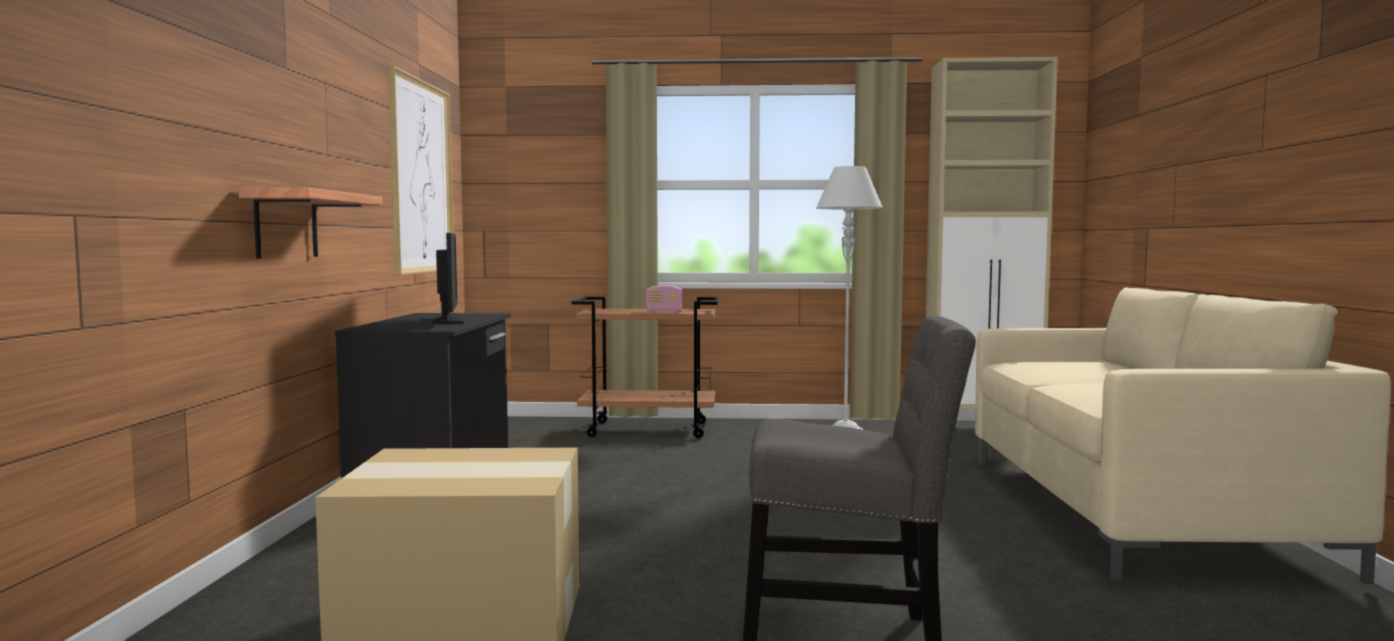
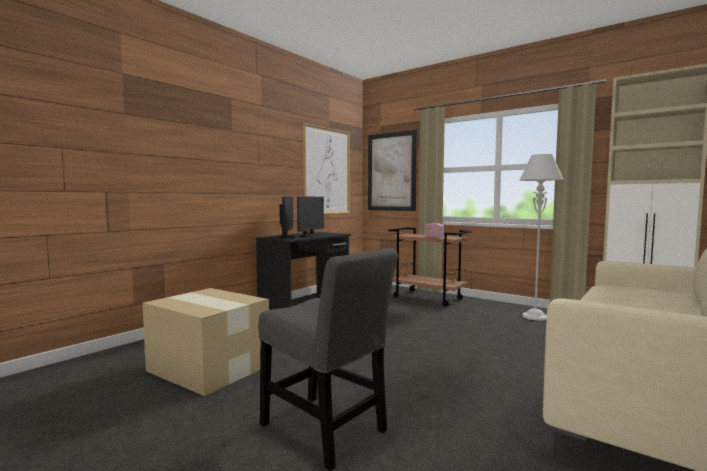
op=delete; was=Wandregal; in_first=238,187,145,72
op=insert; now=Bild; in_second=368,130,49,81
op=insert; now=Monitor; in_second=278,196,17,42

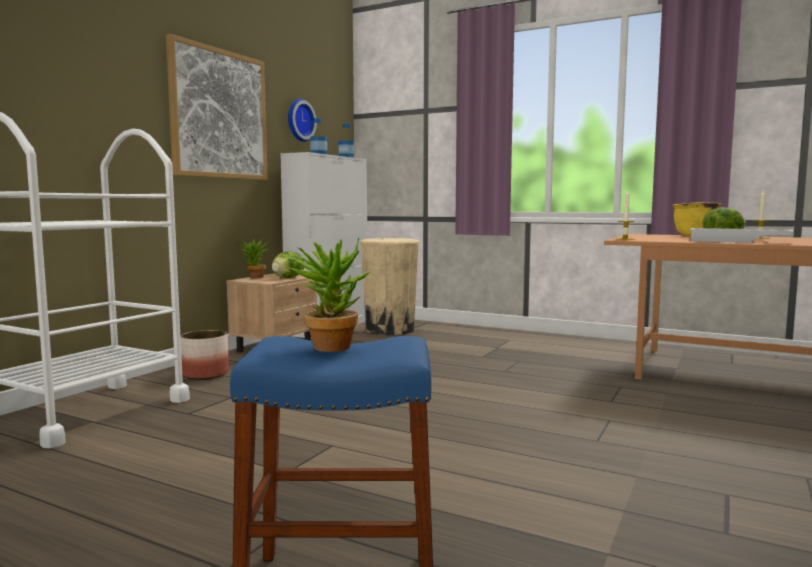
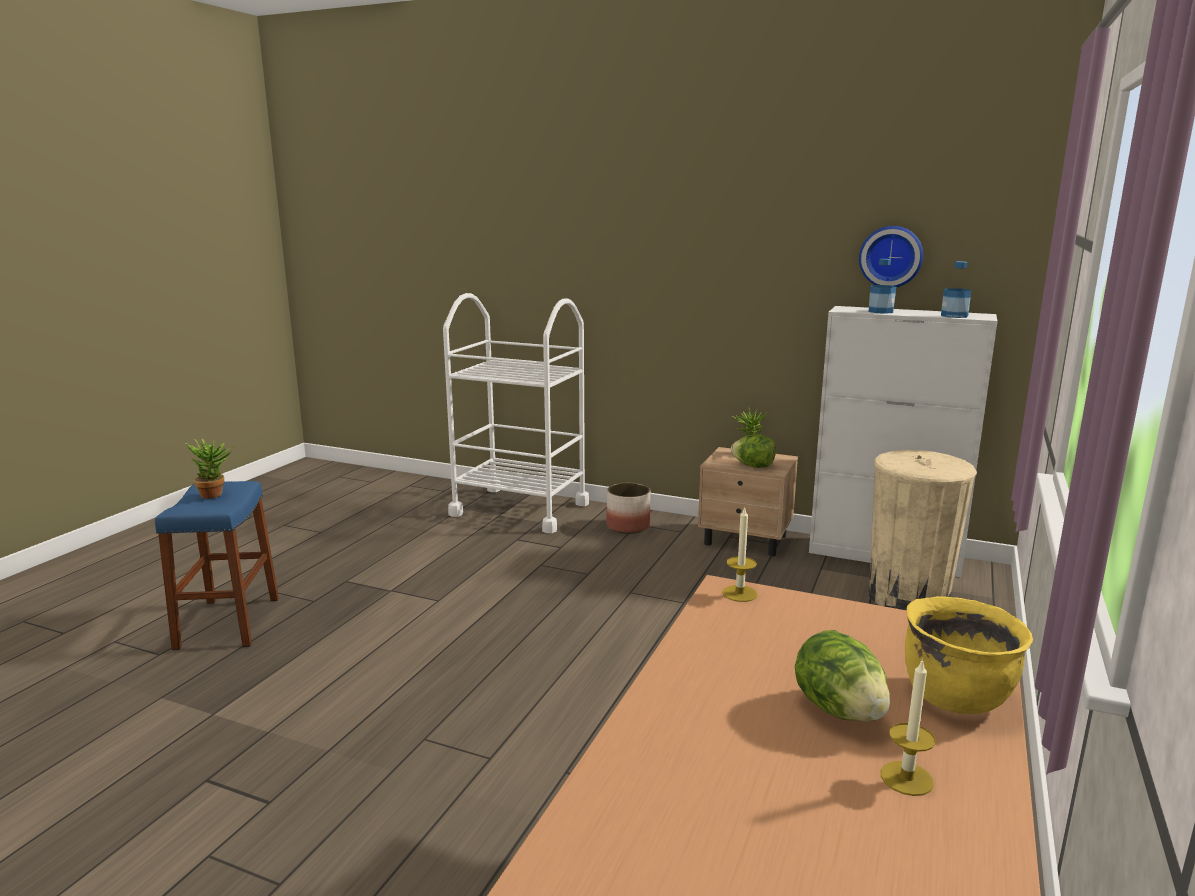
op=delete; was=Bild; in_first=166,34,102,146
op=delete; was=Tablett [weiß]; in_first=689,228,104,15

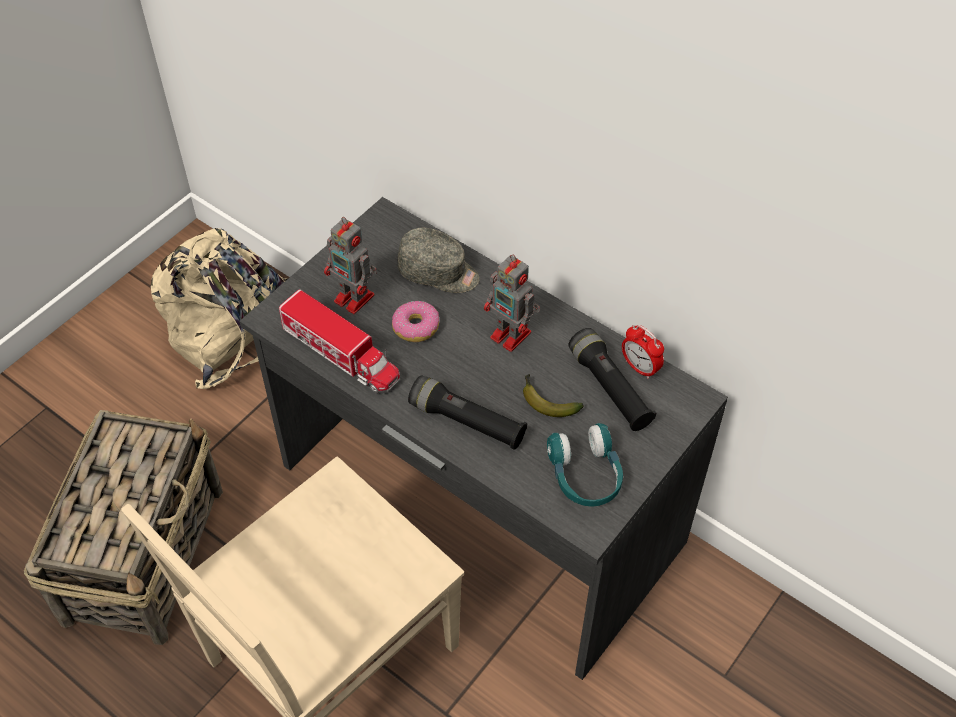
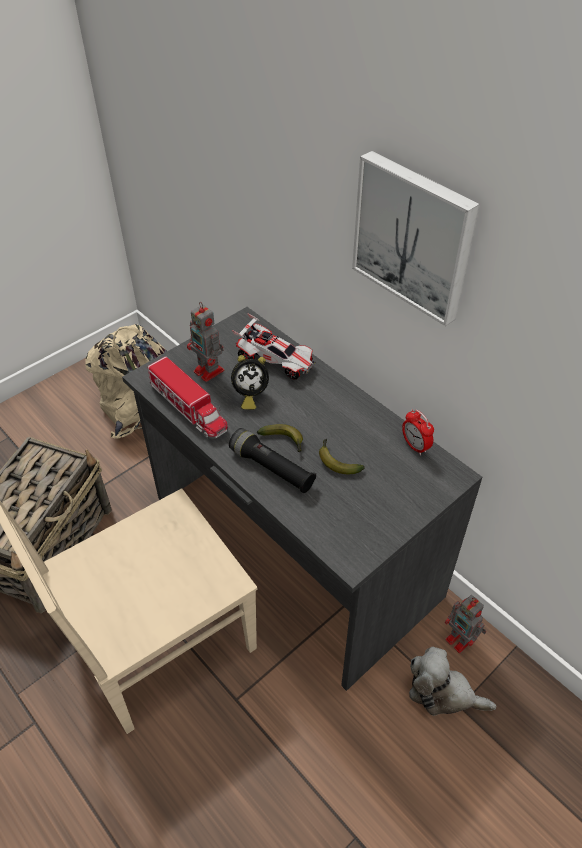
op=replace; was=Kappe [grau]; now=Spielzeugauto; in_first=398,228,82,65; in_second=232,313,84,67
op=move; was=Spielzeugroboter; in_first=484,255,56,97; in_second=445,595,42,58
op=replace; was=Donut; now=Wecker; in_first=392,301,47,41; in_second=231,355,38,55
op=delete; was=Taschenlampe [schwarz]; in_first=569,328,87,103
op=delete; was=Kopfhörer [türkis]; in_first=547,423,76,84
op=insert; now=Bild; in_second=352,151,128,175
op=insert; now=Banane; in_second=257,424,46,28
op=insert; now=Plüschtier; in_second=409,647,87,69

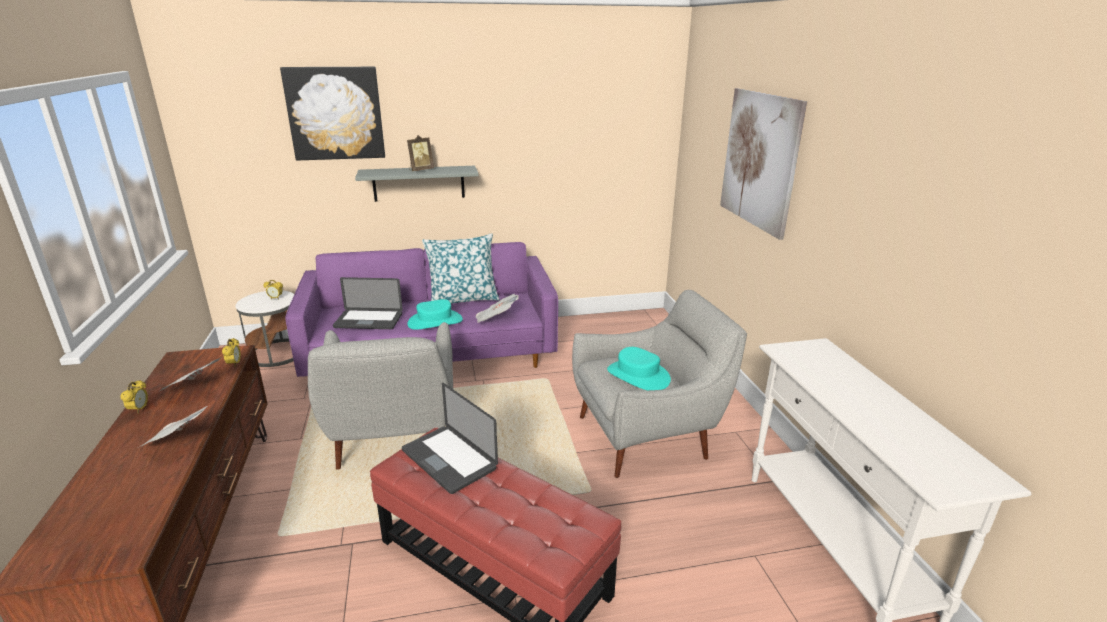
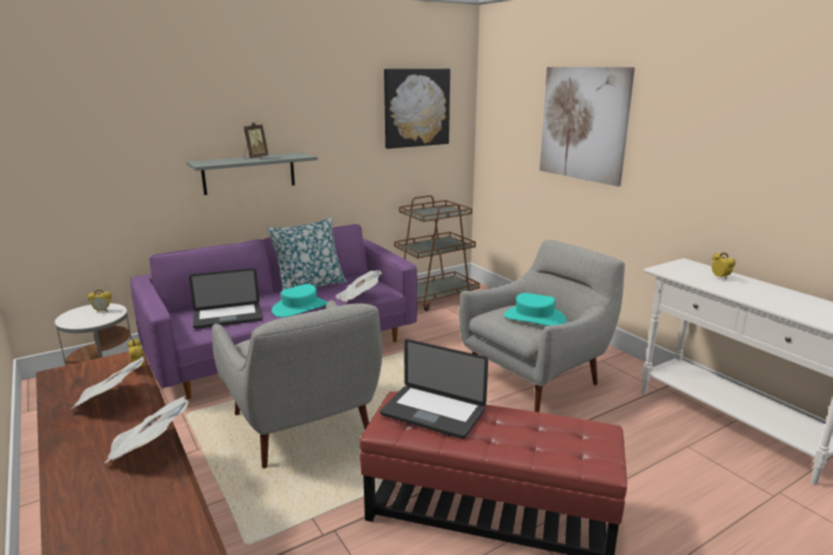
op=move; was=Bild; in_first=280,67,105,93; in_second=384,69,66,80
op=move; was=Wecker; in_first=121,380,27,34; in_second=712,252,24,28
op=insert; now=Rollwagen [braun]; in_second=394,195,86,116

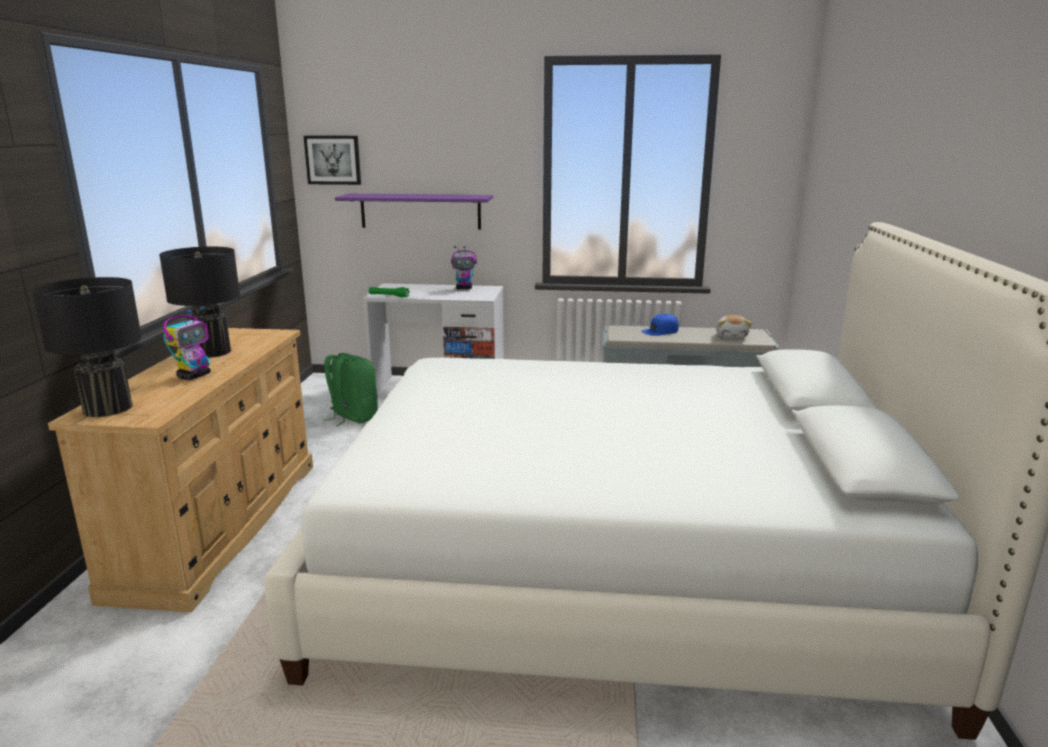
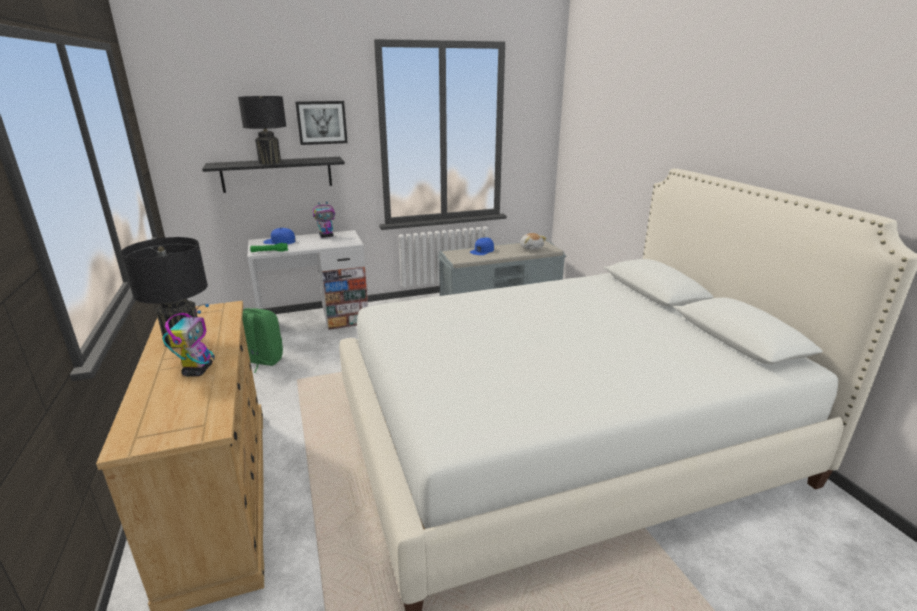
op=move; was=Bild; in_first=304,136,57,49; in_second=295,101,53,44
op=recolor; was=Wandregal [lila]; now=Wandregal [schwarz]; in_first=335,194,158,35; in_second=202,157,143,36
op=move; was=Tischlampe [schwarz]; in_first=32,277,110,140; in_second=238,96,48,68
op=insert; now=Kappe [blau]; in_second=263,228,33,16

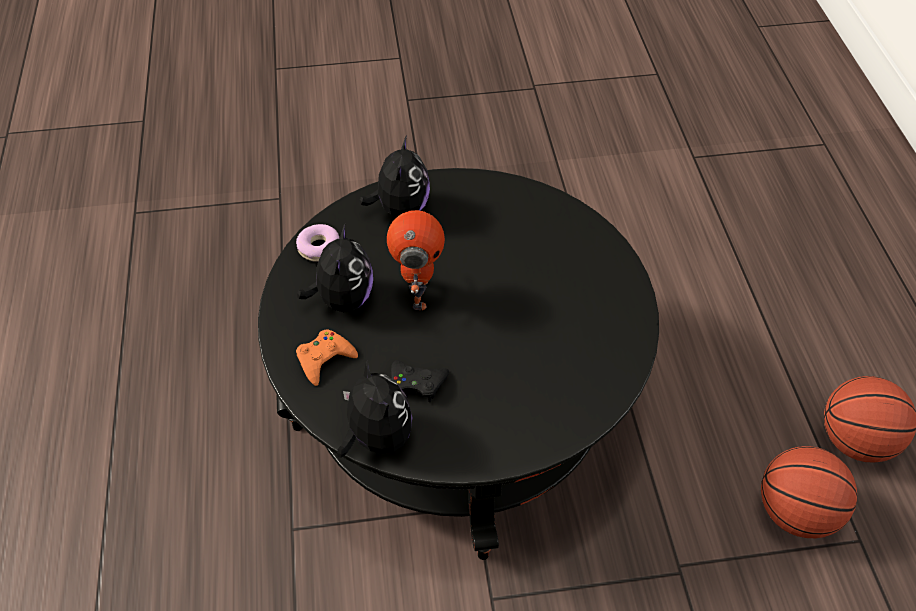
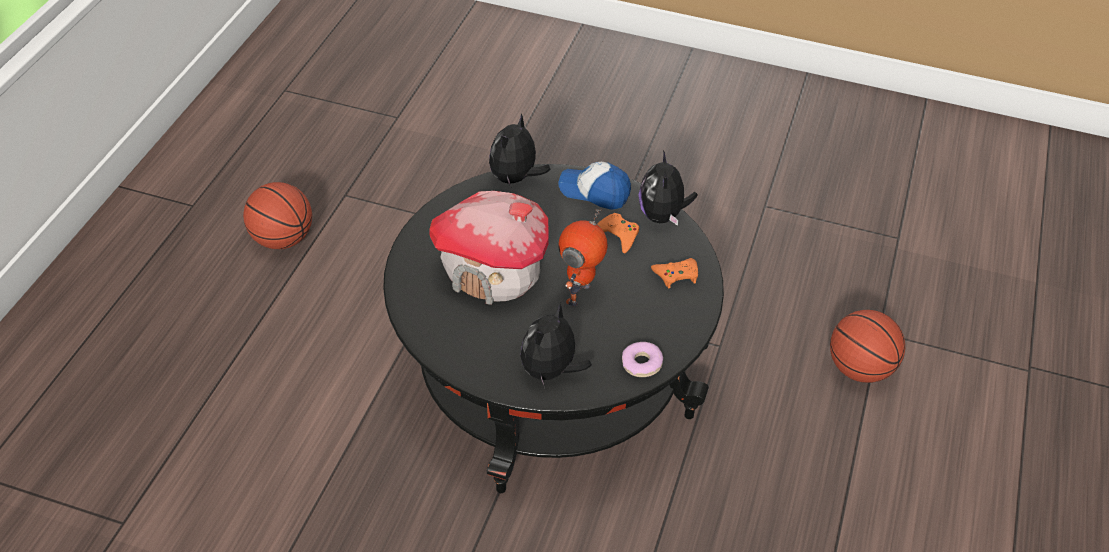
op=move; was=Plüschtier; in_first=297,224,76,88; in_second=489,113,62,74
op=recolor; was=Gamepad [schwarz]; now=Gamepad [orange]; in_first=391,360,58,42; in_second=597,213,42,40
op=move; was=Basketball; in_first=761,446,96,92; in_second=830,310,75,73
op=insert; now=Kappe; in_second=558,162,73,48
op=insert; now=Spielzeughaus; in_second=429,191,120,114

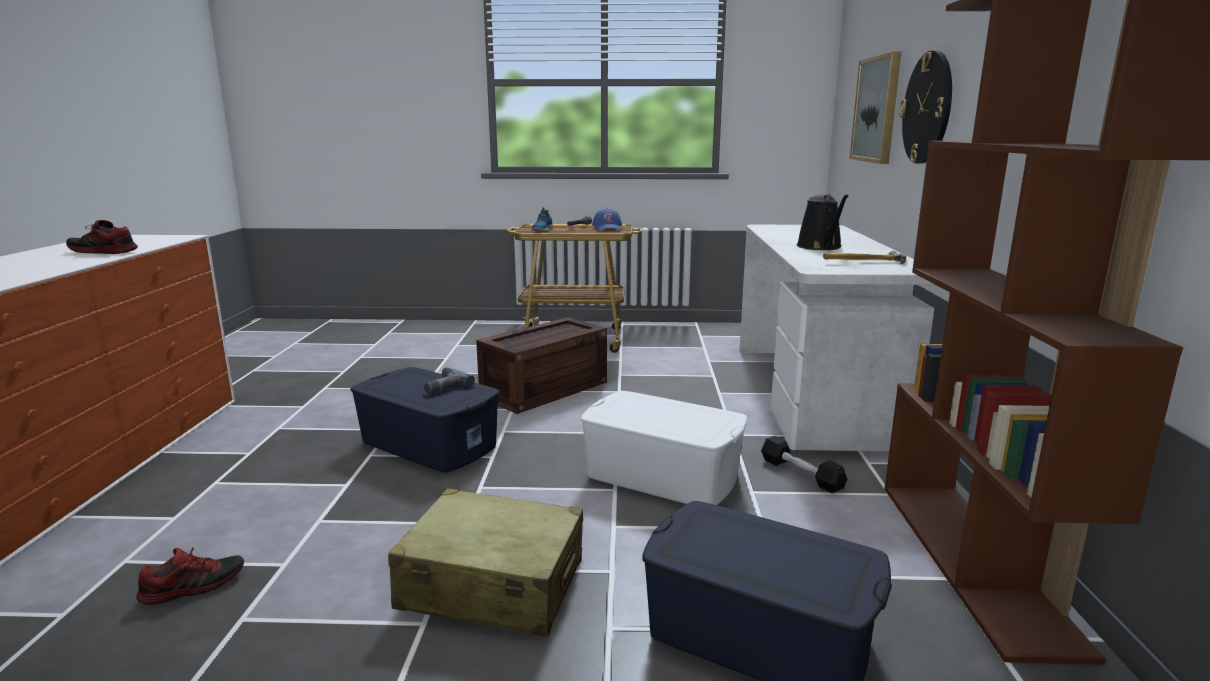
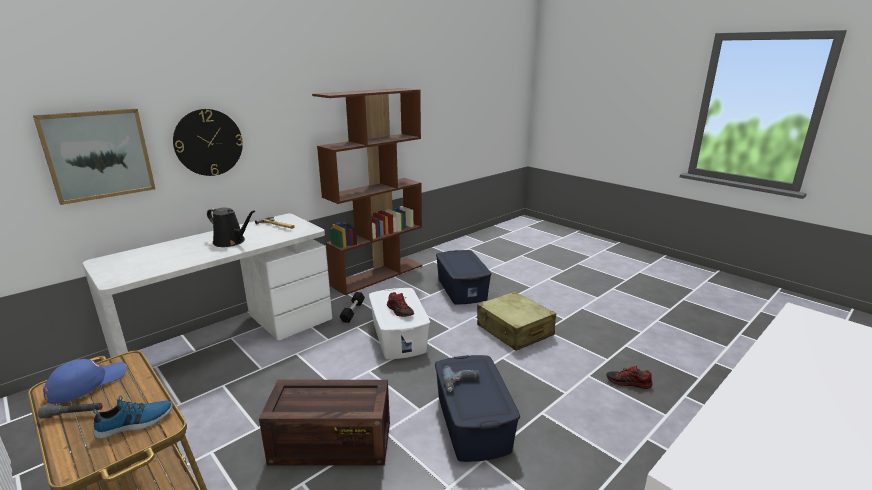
op=rotate; was=Gießkanne [schwarz]; in_first=796,194,52,56; in_second=207,207,48,40; clockwise=75
op=move; was=Schuh; in_first=66,220,72,34; in_second=387,292,27,25

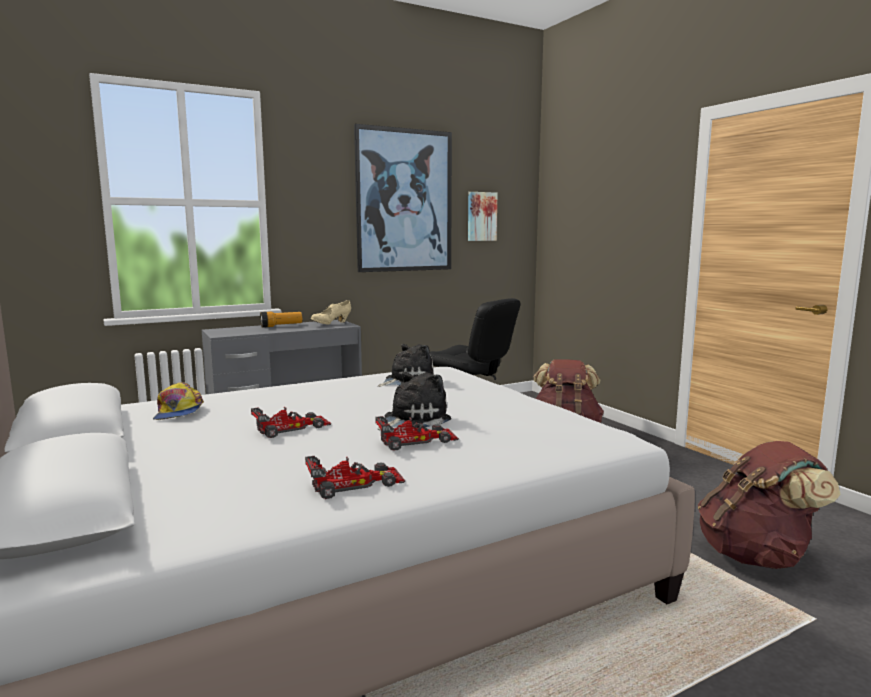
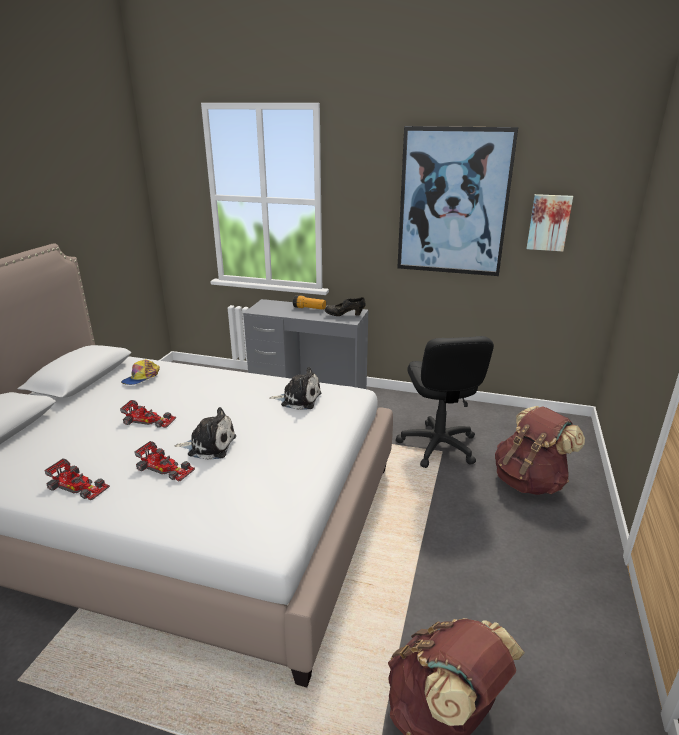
op=recolor; was=Schuh [beige]; now=Schuh [schwarz]; in_first=311,300,40,24; in_second=325,297,40,19

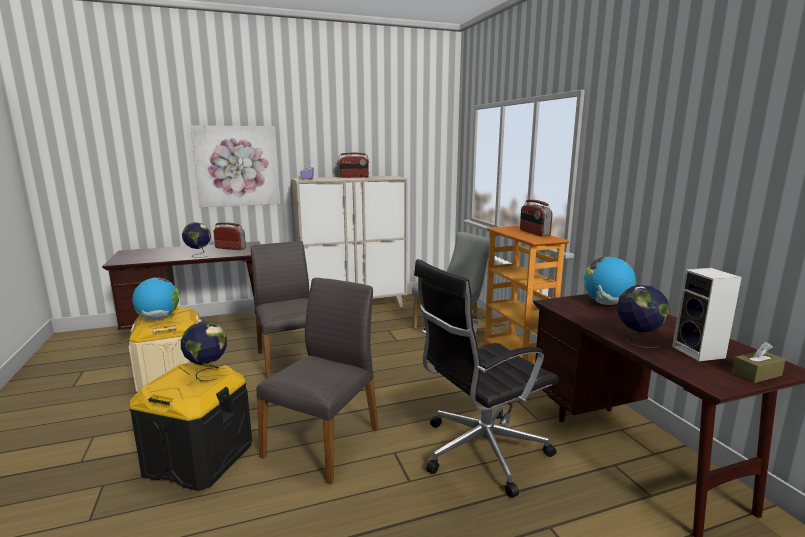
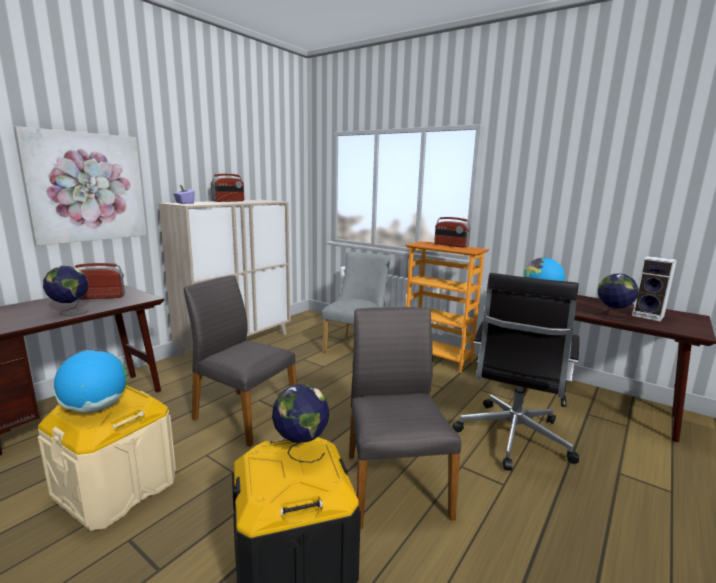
op=delete; was=Taschentuchbox [braun]; in_first=732,342,54,41

